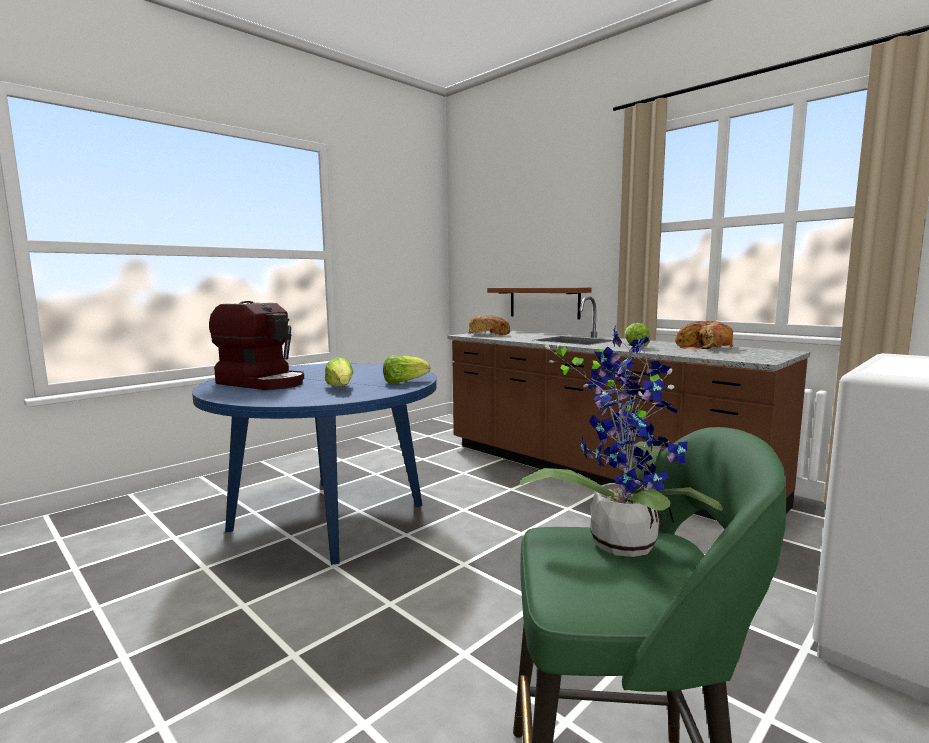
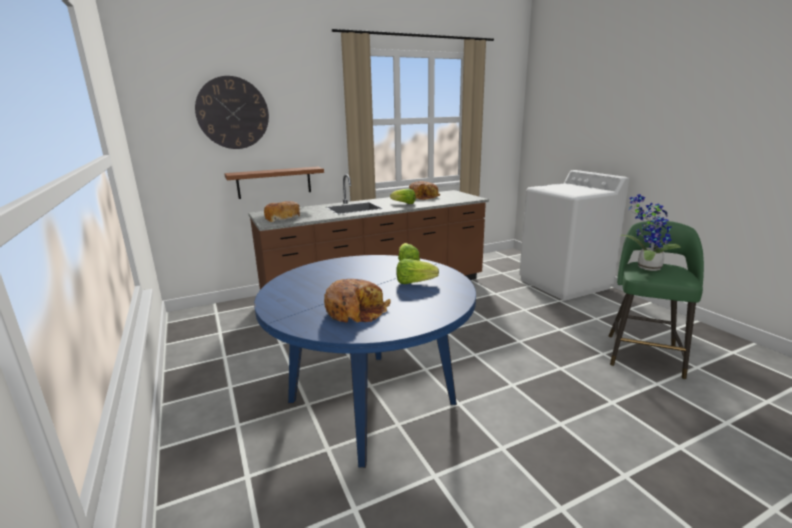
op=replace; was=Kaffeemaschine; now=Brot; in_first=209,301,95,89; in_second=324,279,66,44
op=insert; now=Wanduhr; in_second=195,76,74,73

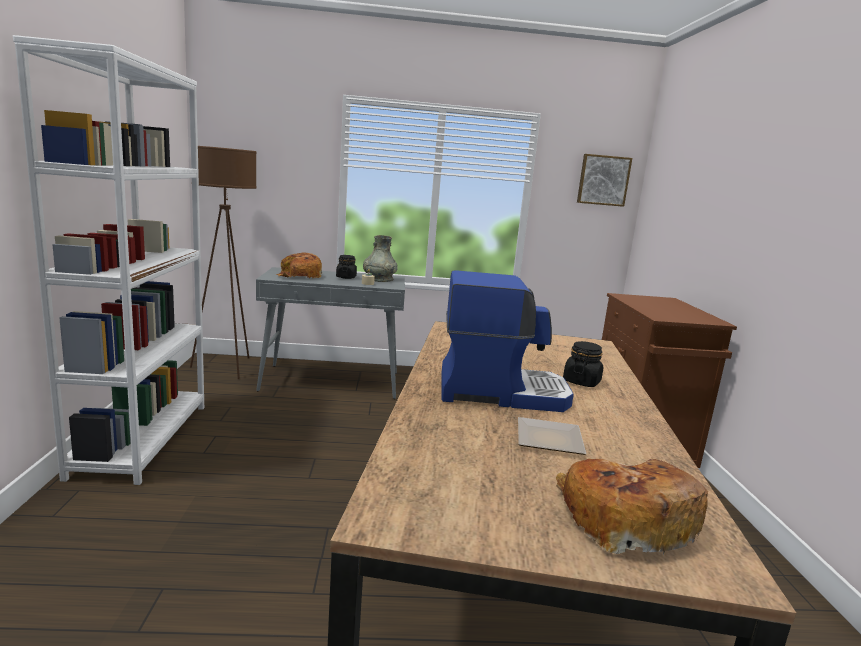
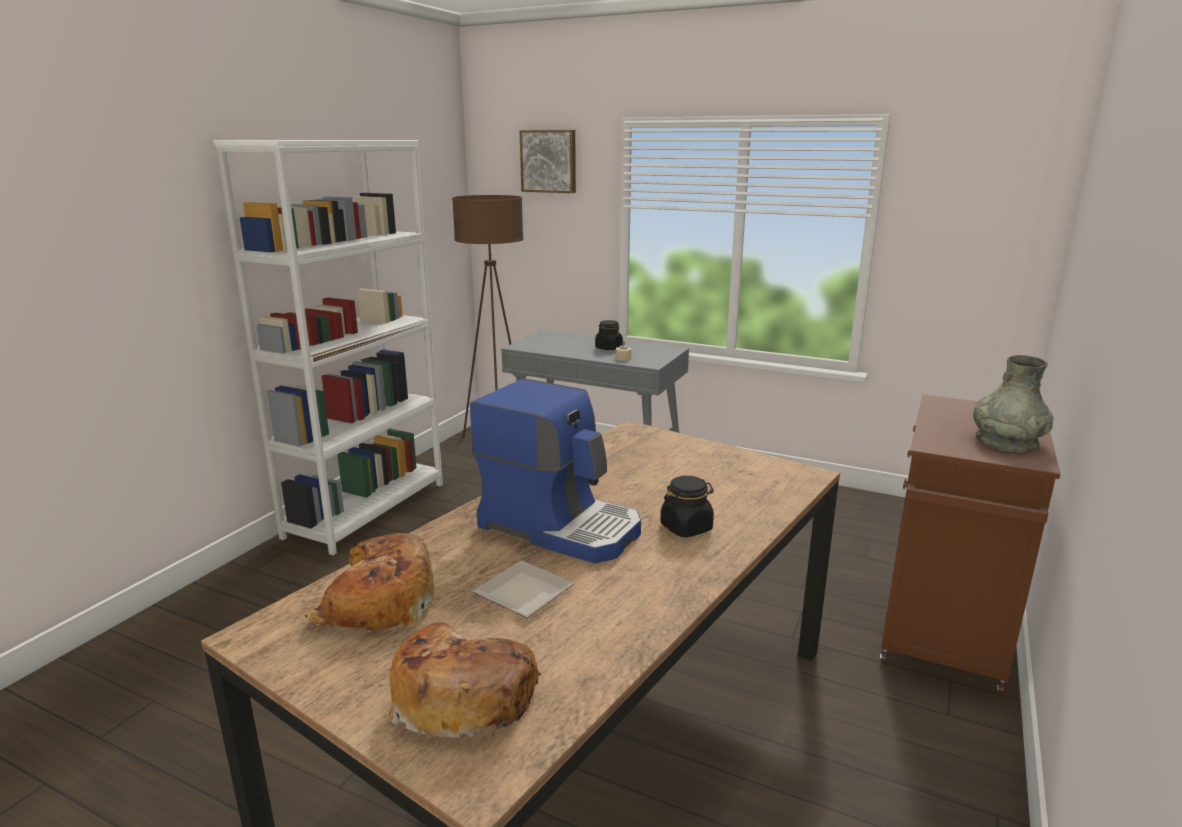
op=move; was=Bild; in_first=577,154,55,53; in_second=519,130,57,63
op=move; was=Vase [grau]; in_first=363,235,35,47; in_second=973,355,80,98
op=move; was=Brot; in_first=277,252,45,26; in_second=305,533,130,99

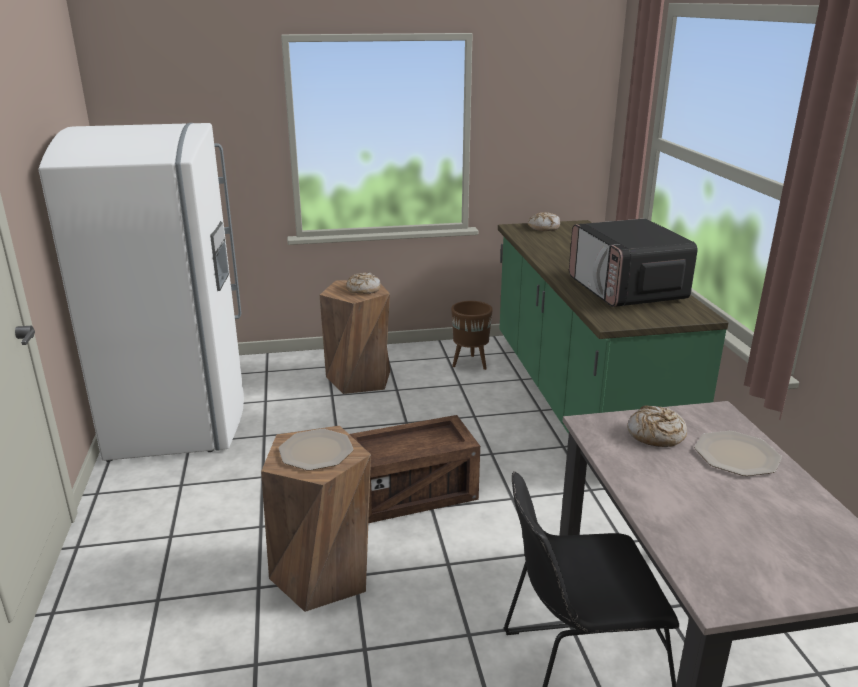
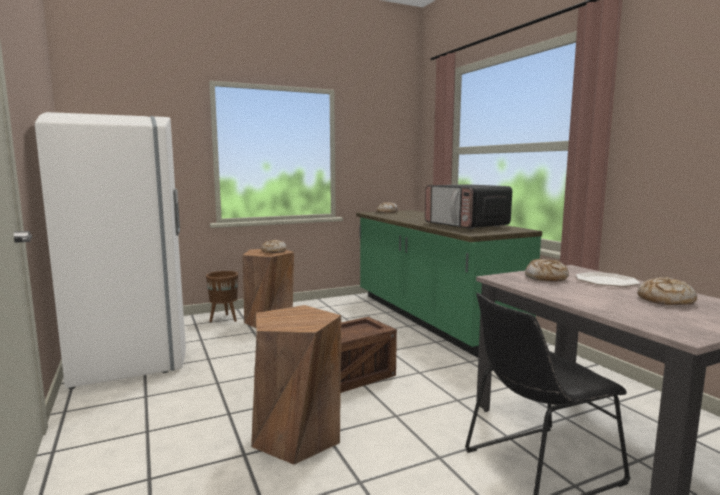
op=move; was=Pflanzkübel [braun]; in_first=451,301,42,69; in_second=206,271,32,51
op=delete; was=Teller; in_first=279,429,74,41
op=insert; now=Brot; in_second=637,277,60,28

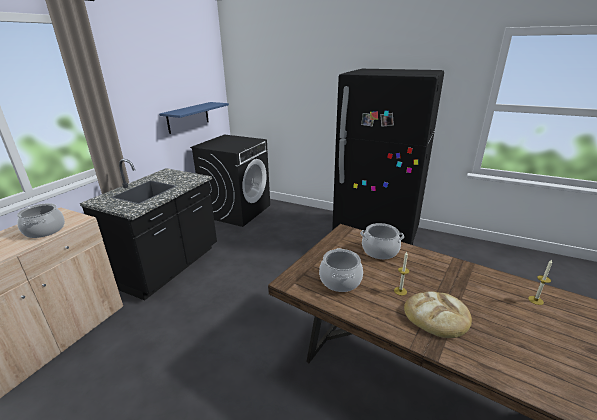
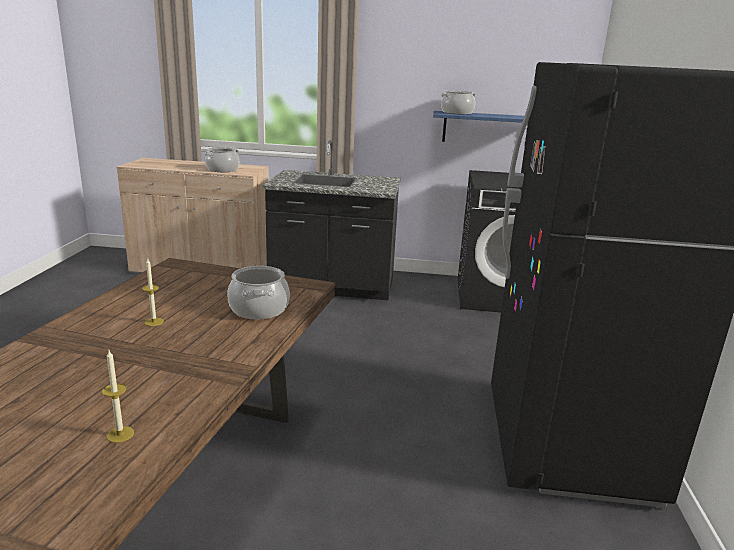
op=move; was=Kochtopf; in_first=319,248,44,44; in_second=441,91,35,24
op=delete; was=Brot; in_first=404,291,68,47

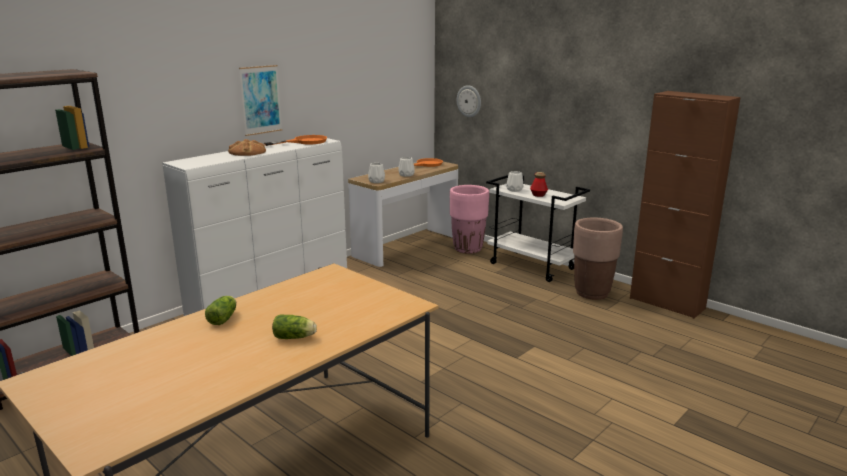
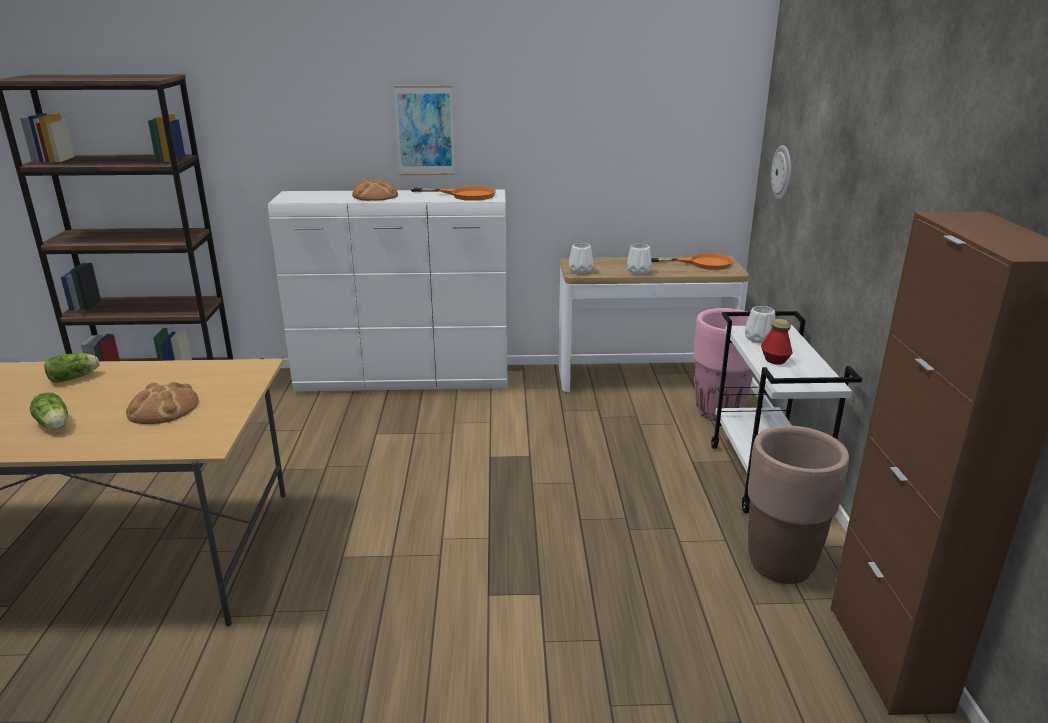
op=insert; now=Brot; in_second=126,382,72,42

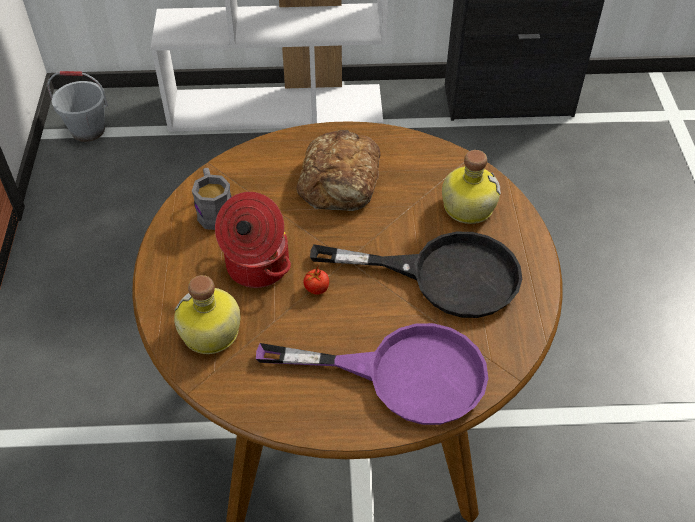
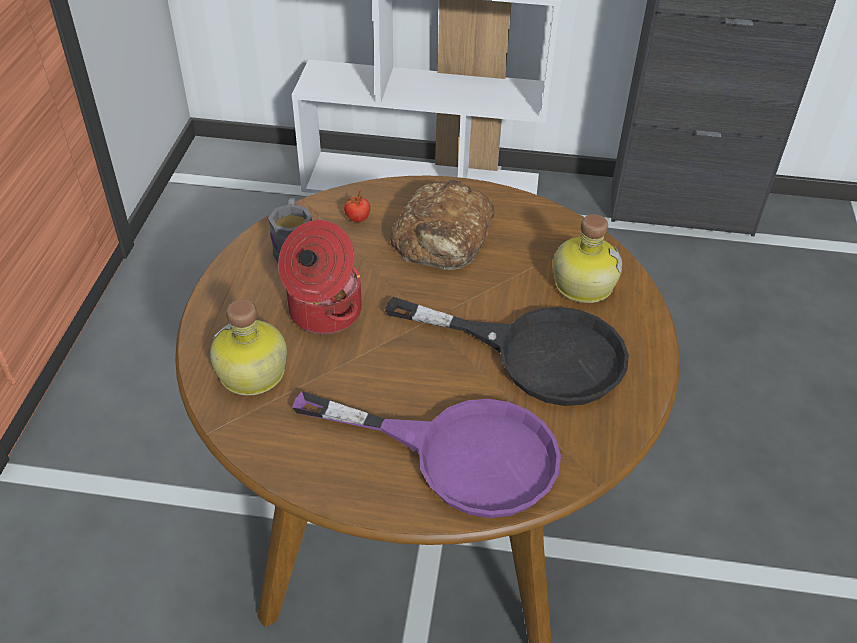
op=delete; was=Eimer [grau]; in_first=47,71,61,71
op=move; was=Tomate; in_first=303,264,26,31; in_second=344,189,26,33

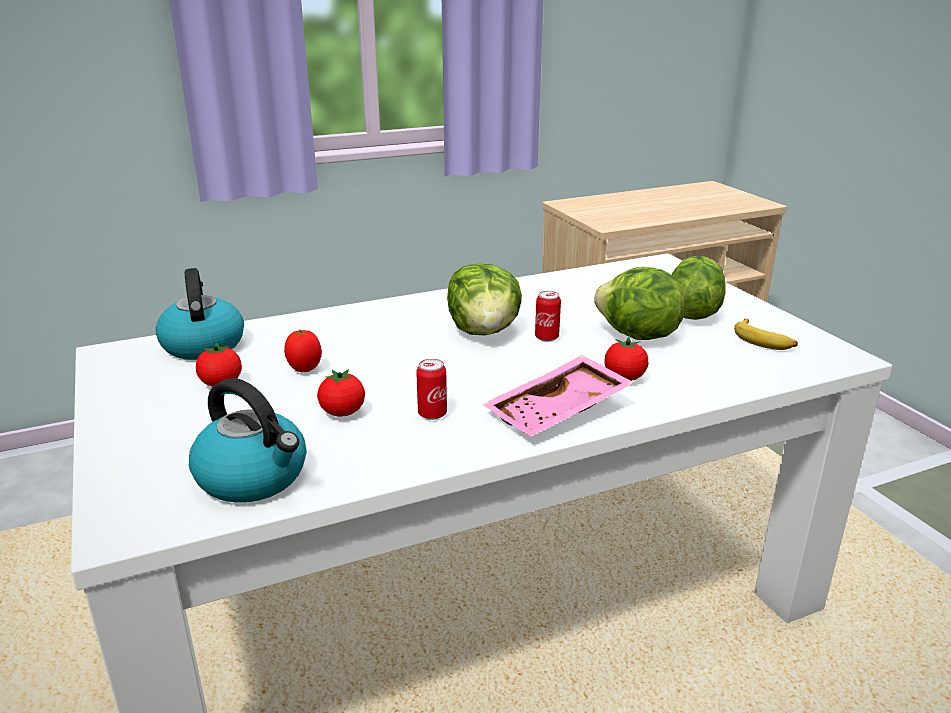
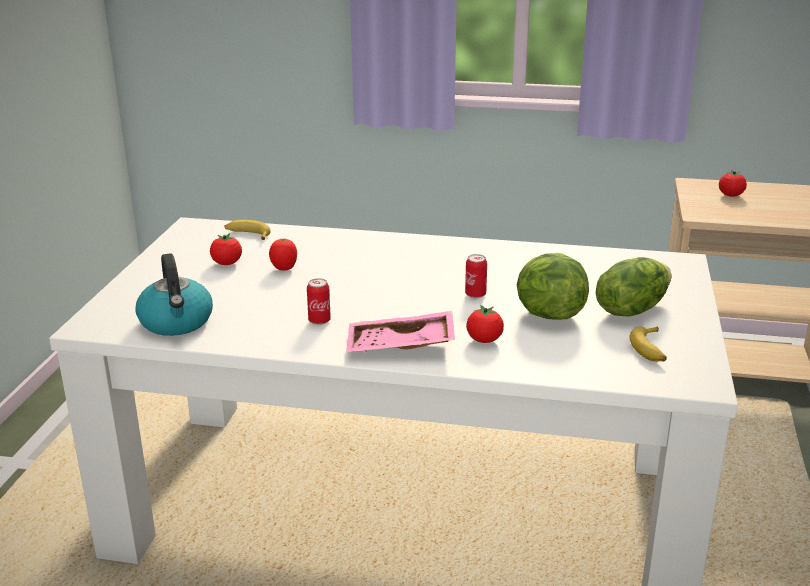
op=delete; was=Salatkopf; in_first=447,263,75,72
op=replace; was=Wasserkessel; now=Banane; in_first=155,268,89,92; in_second=224,220,47,20
op=move; was=Tomate; in_first=317,369,48,48; in_second=719,170,28,27

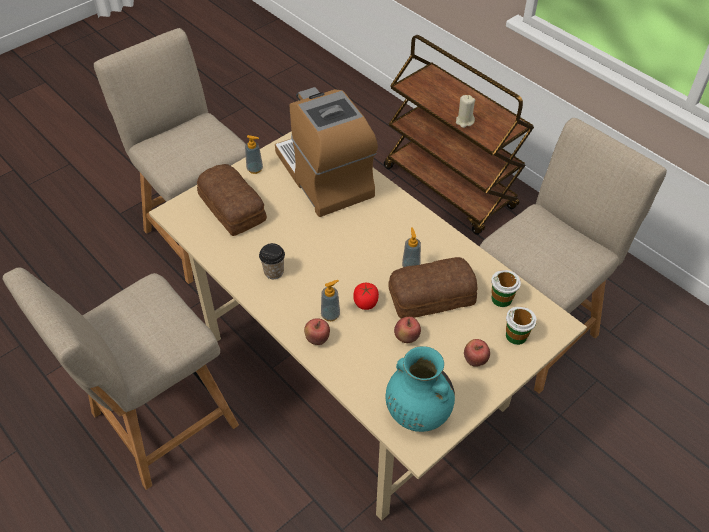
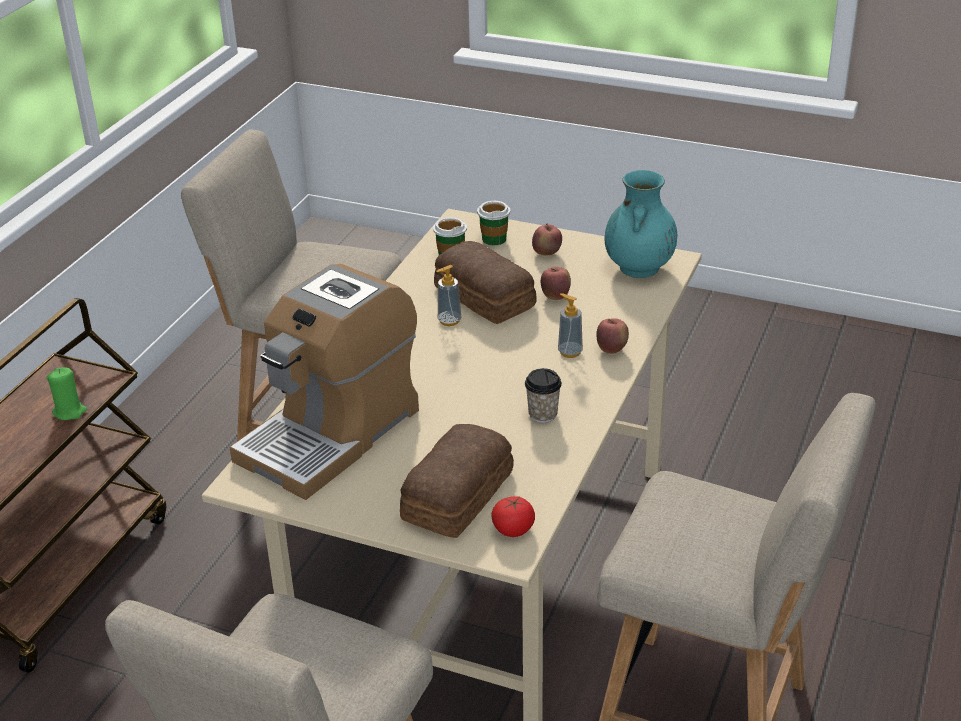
op=recolor; was=Kerze [beige]; now=Kerze [grün]; in_first=456,95,19,33; in_second=47,367,40,53
op=delete; was=Seifenspender; in_first=245,135,18,39
op=move; was=Tomate; in_first=353,283,26,27; in_second=491,496,44,41

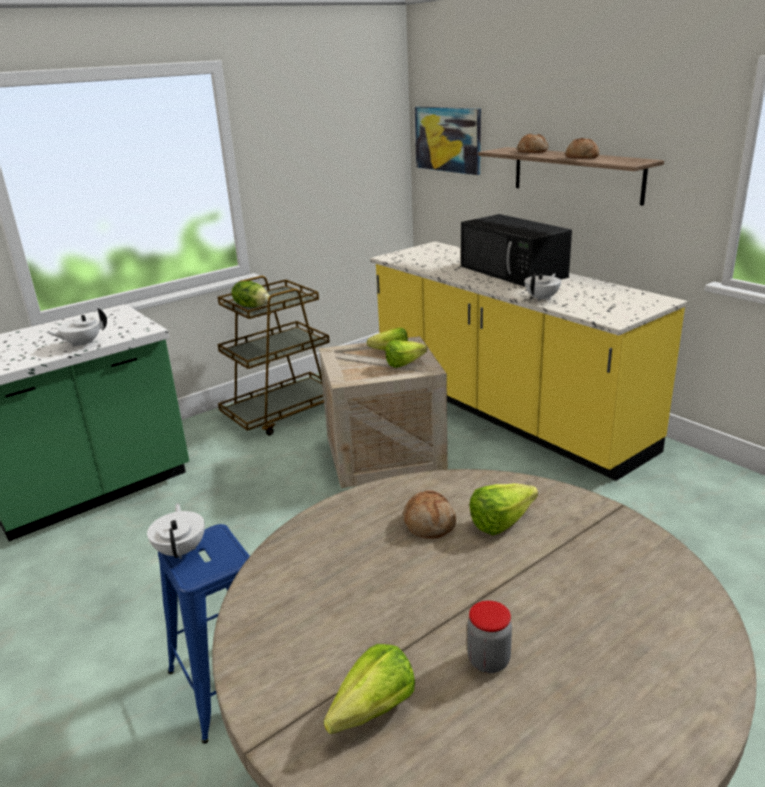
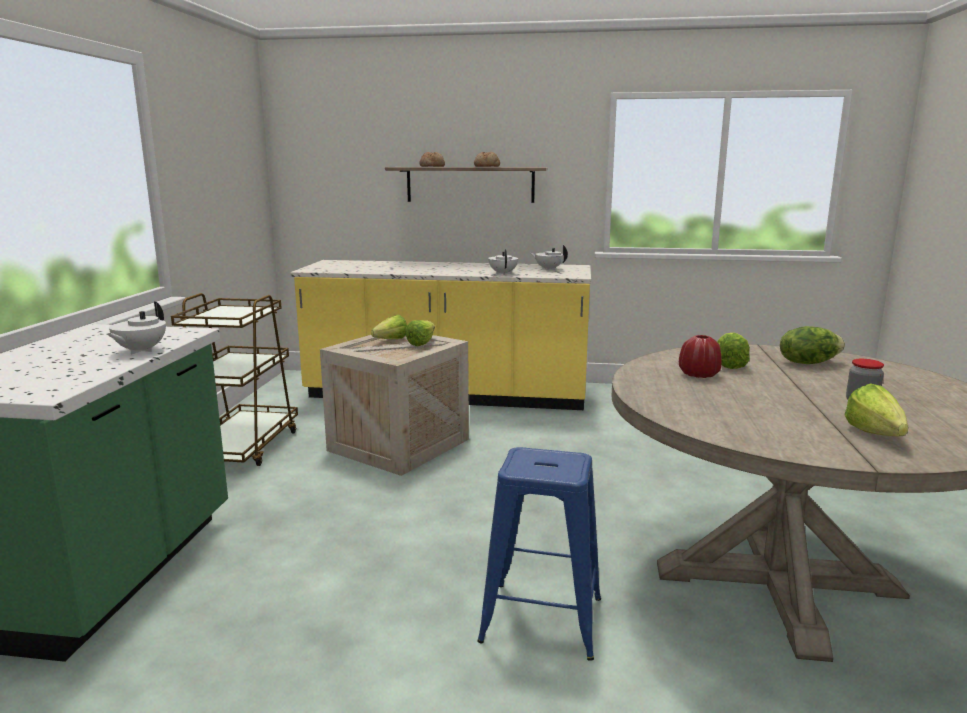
op=delete; was=Bild; in_first=415,107,66,68
op=delete; was=Mikrowelle [schwarz]; in_first=461,214,111,73
op=move; was=Salatkopf; in_first=231,281,39,27; in_second=780,326,65,38
op=replace; was=Brot; now=Vase [rot]; in_first=403,490,53,49; in_second=679,335,43,43
op=move; was=Teekanne [weiß]; in_first=147,503,58,56; in_second=530,245,38,25

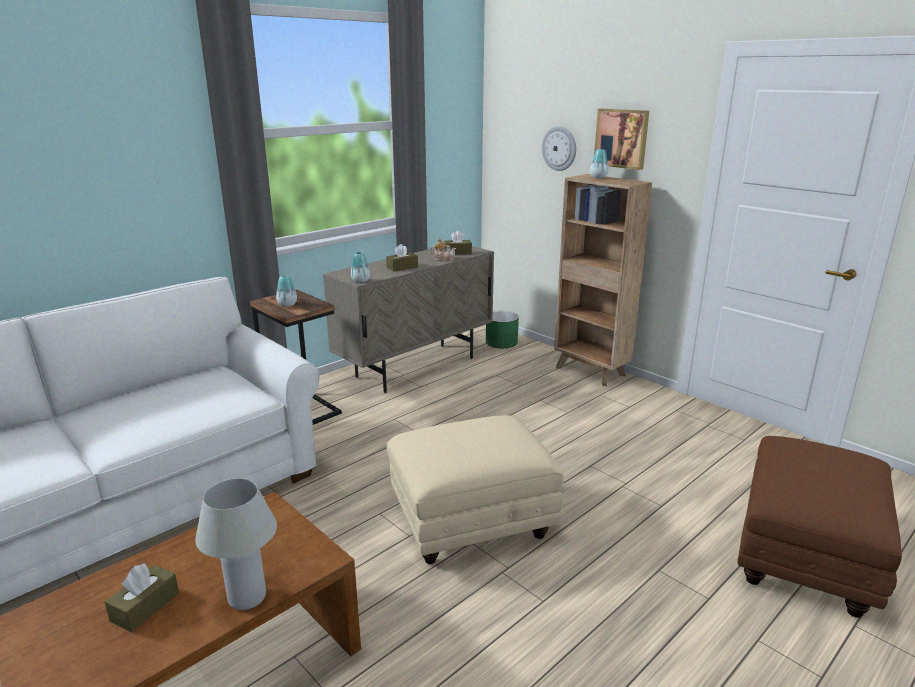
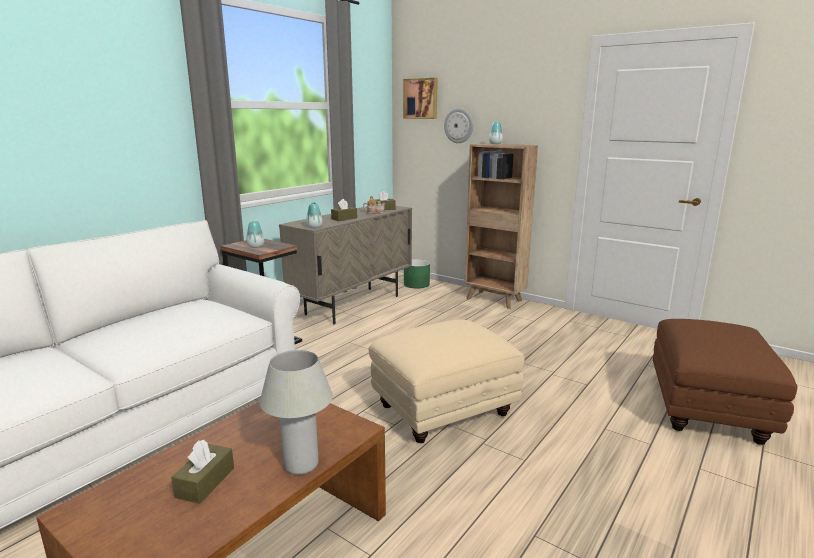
op=move; was=Bild; in_first=594,109,55,61; in_second=403,78,35,41

